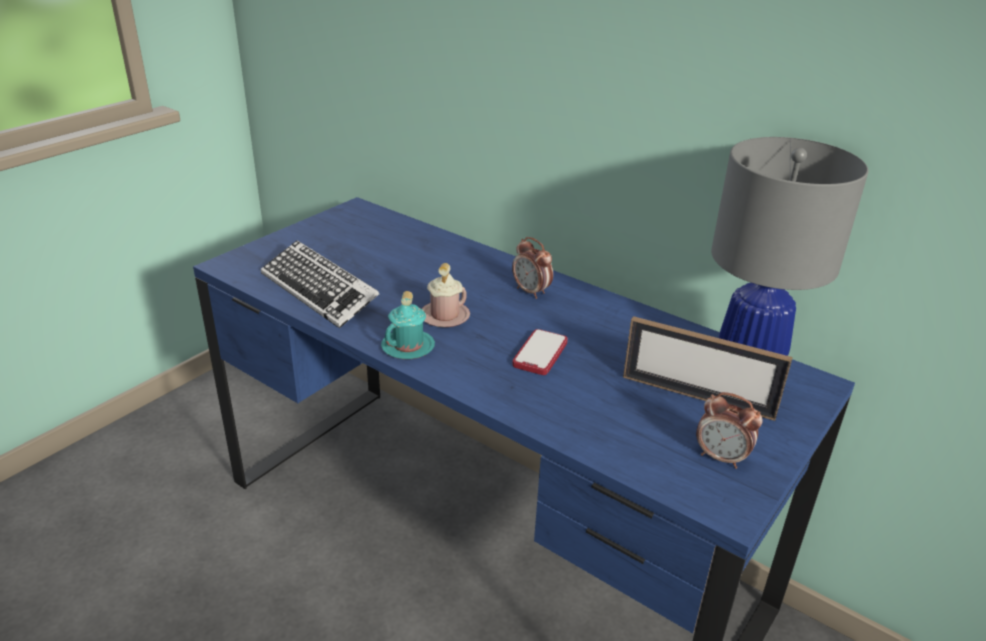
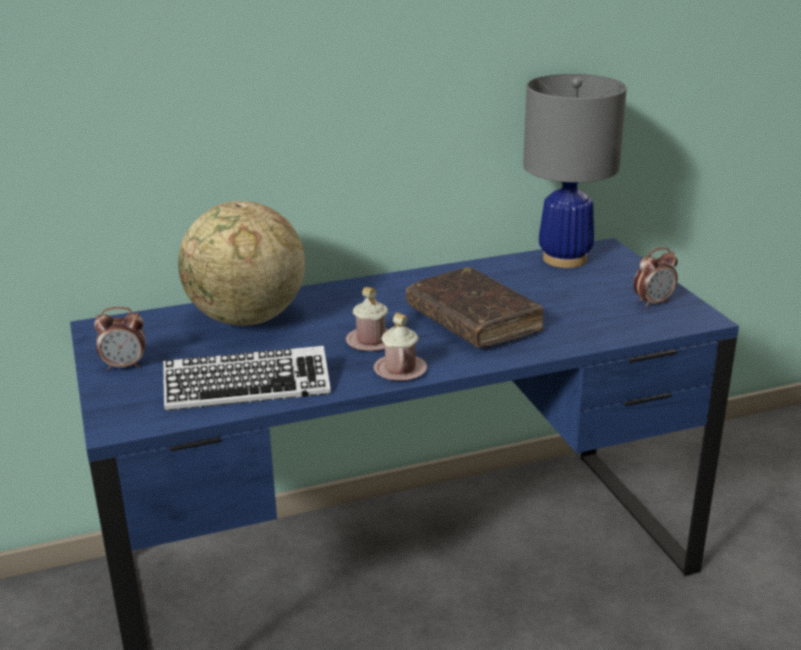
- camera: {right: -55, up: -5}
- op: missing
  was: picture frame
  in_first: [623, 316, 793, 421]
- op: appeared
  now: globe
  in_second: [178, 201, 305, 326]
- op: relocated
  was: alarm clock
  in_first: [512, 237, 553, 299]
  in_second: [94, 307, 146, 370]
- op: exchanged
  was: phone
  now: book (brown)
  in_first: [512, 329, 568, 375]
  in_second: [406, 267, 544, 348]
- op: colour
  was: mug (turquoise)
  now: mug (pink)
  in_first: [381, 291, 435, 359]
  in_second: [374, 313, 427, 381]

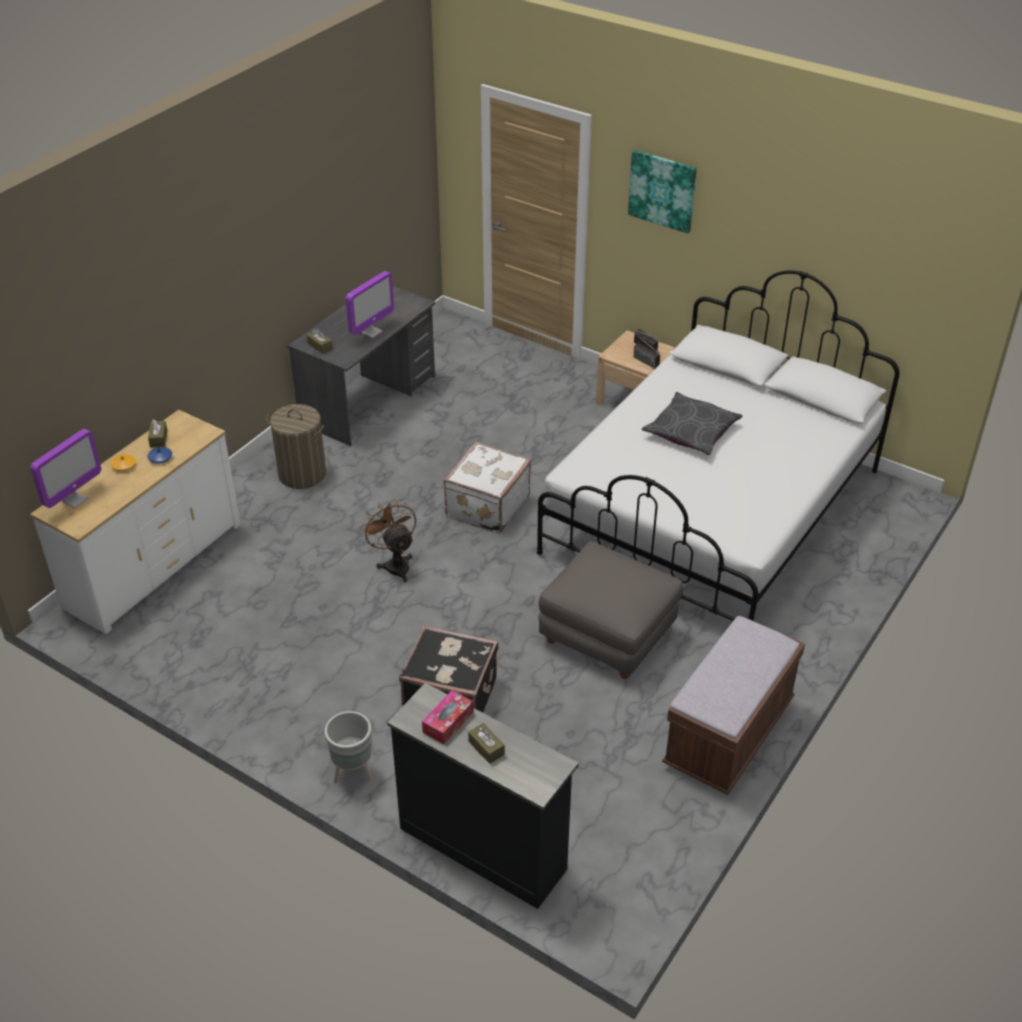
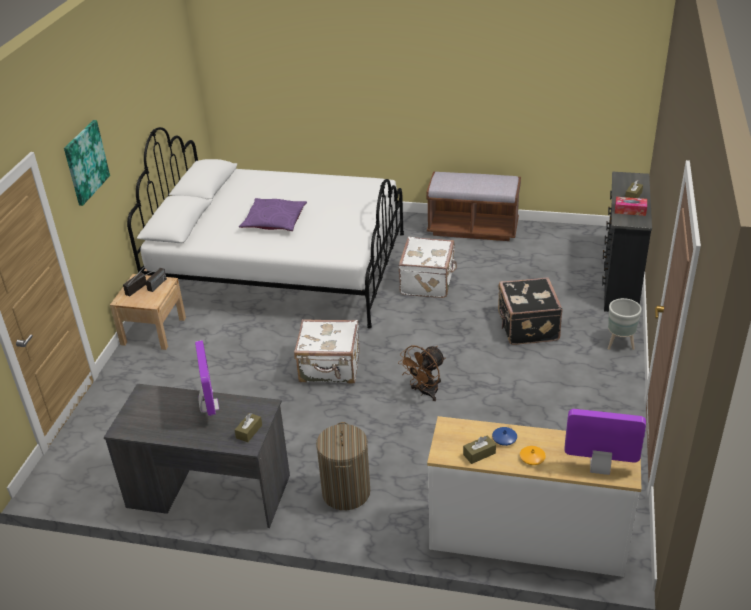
- camera: {right: -110, up: -5}
- op: exchanged
  was: ottoman (grey)
  now: suitcase (white)
  in_first: [539, 541, 683, 679]
  in_second: [398, 237, 457, 298]
- op: colour
  was: pillow (grey)
  now: pillow (purple)
  in_first: [642, 392, 742, 455]
  in_second: [239, 198, 307, 231]
- op: spun
  was: monitor
  in_first: [346, 271, 394, 338]
  in_second: [195, 340, 219, 416]
  clockwise: 60

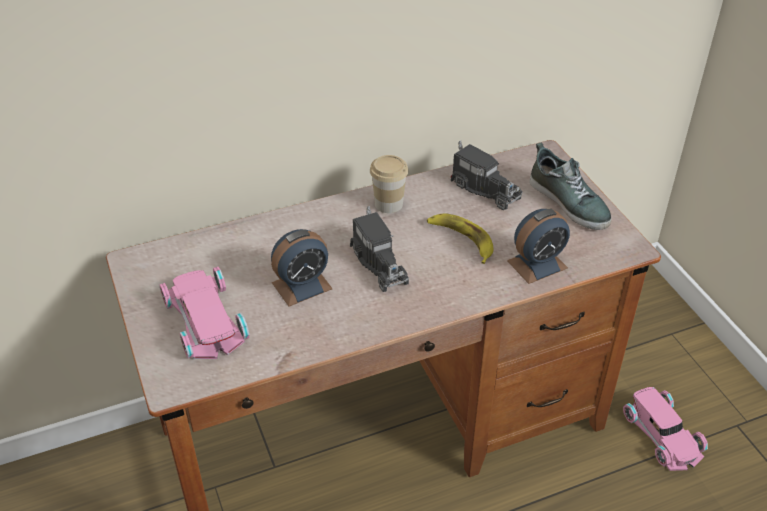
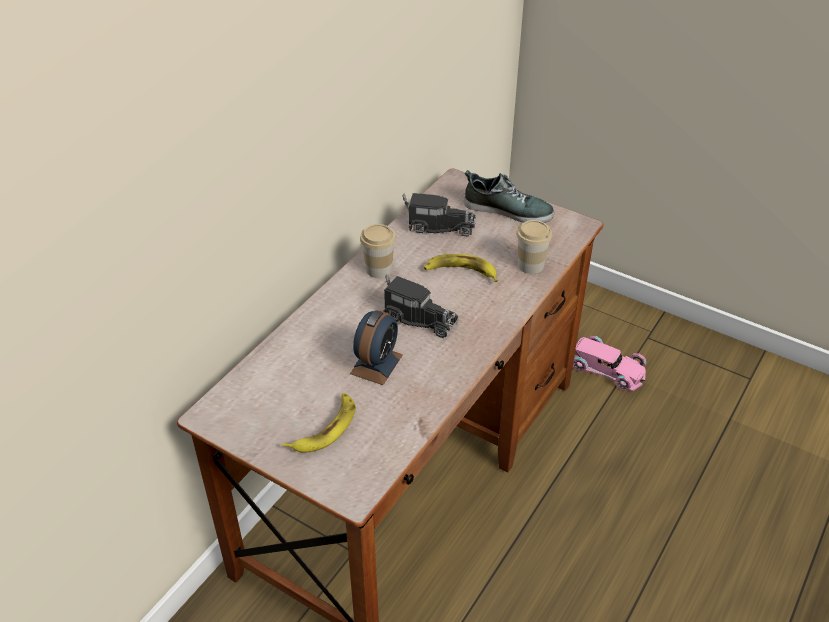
- camera: {right: -35, up: 0}
- op: exchanged
  was: toy car (pink)
  now: banana
  in_first: [160, 267, 250, 359]
  in_second: [282, 393, 356, 452]
- op: exchanged
  was: alarm clock
  now: cup
  in_first: [507, 209, 570, 284]
  in_second: [516, 220, 552, 274]

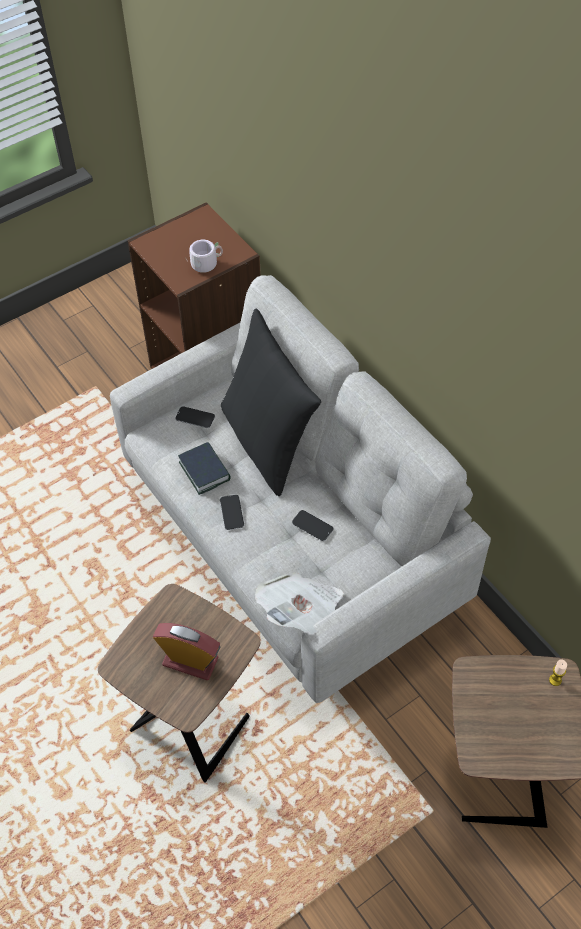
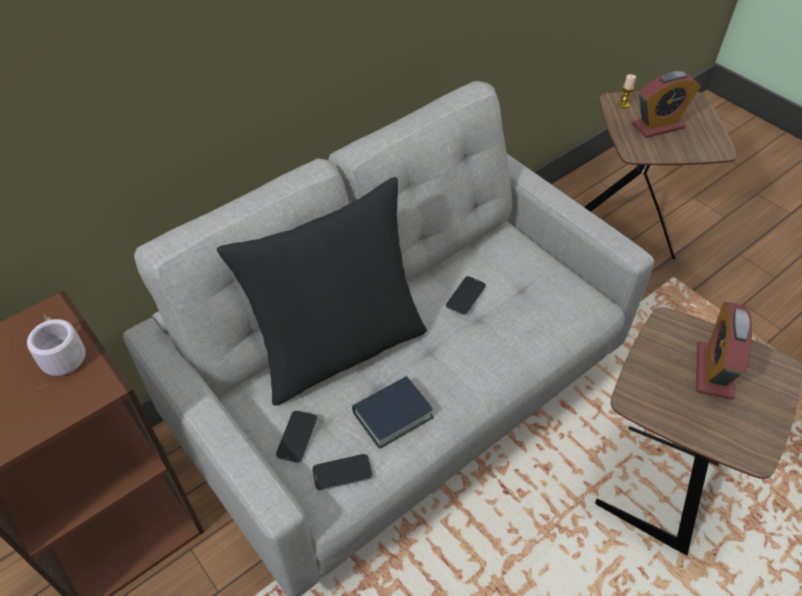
- camera: {right: -95, up: -5}
- op: missing
  was: newspaper
  in_first: [255, 572, 344, 634]
- op: appeared
  now: alarm clock
  in_second: [632, 71, 701, 138]
- op: relocated
  was: phone
  in_first: [220, 495, 244, 530]
  in_second: [312, 454, 373, 491]

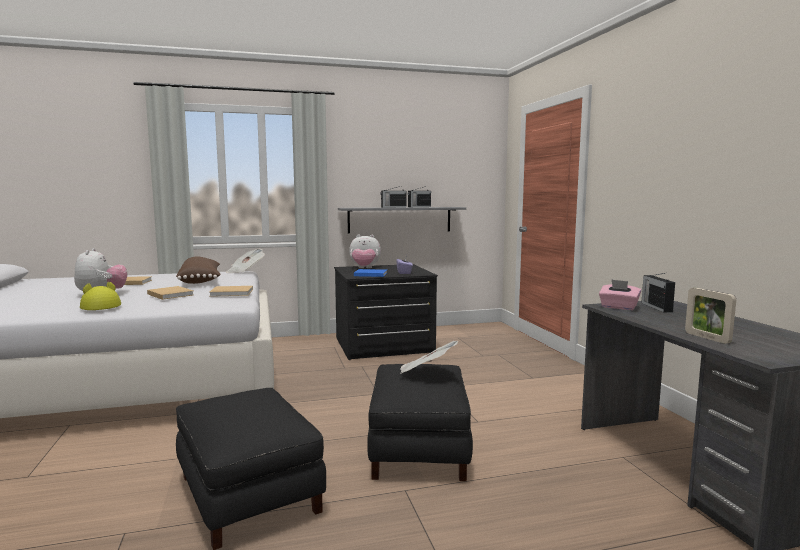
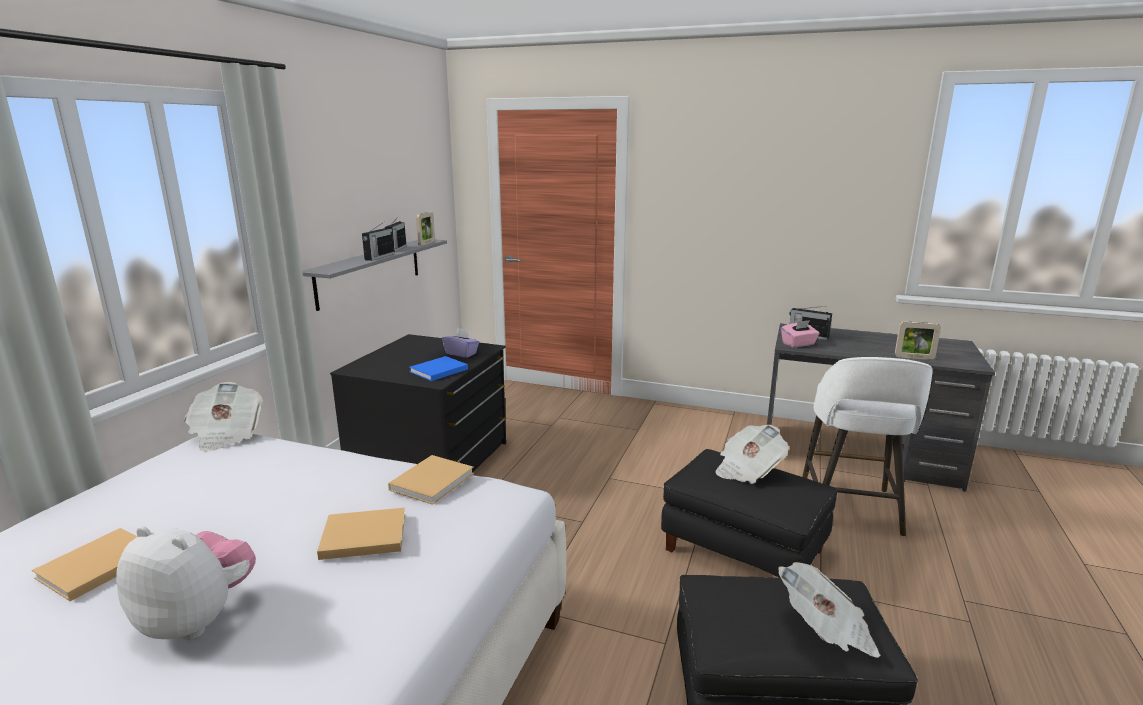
- camera: {right: -55, up: 10}
- op: missing
  was: hat (yellow)
  in_first: [80, 282, 121, 310]
- op: missing
  was: pillow (brown)
  in_first: [176, 256, 221, 284]
- op: missing
  was: plush toy
  in_first: [349, 234, 381, 268]
- op: appeared
  now: picture frame
  in_second: [416, 212, 435, 246]
- op: appeared
  now: newspaper
  in_second: [778, 562, 881, 658]
- op: appeared
  now: stool (white)
  in_second: [802, 357, 932, 537]

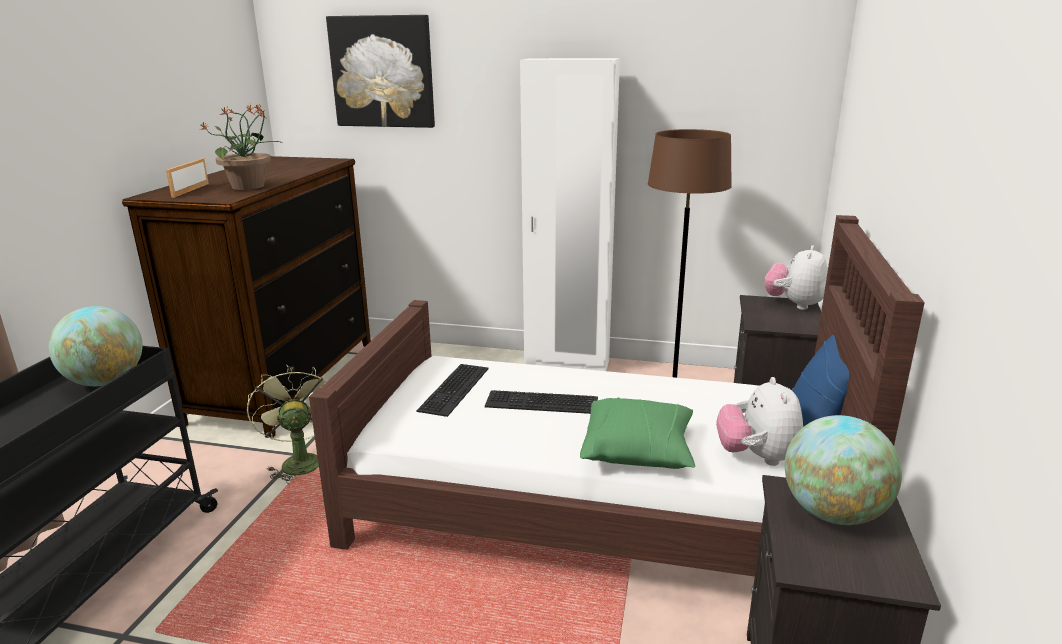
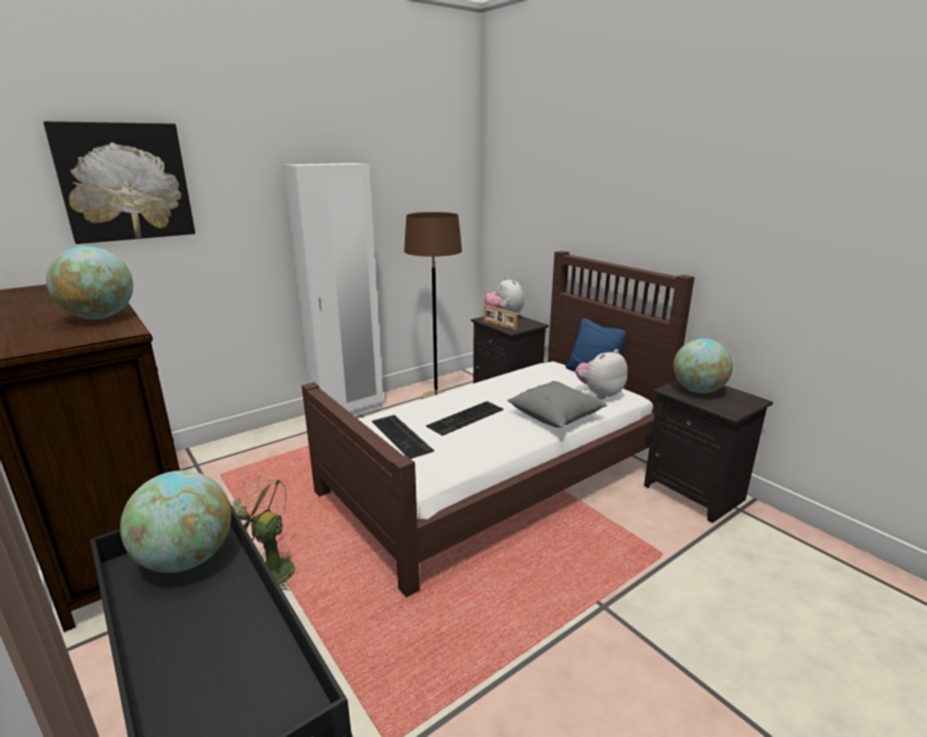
- camera: {right: -50, up: 0}
- op: relocated
  was: picture frame
  in_first: [166, 158, 209, 198]
  in_second: [484, 305, 517, 330]
- op: exchanged
  was: potted plant
  now: globe
  in_first: [200, 103, 282, 190]
  in_second: [46, 246, 133, 319]
- op: colour
  was: pillow (green)
  now: pillow (grey)
  in_first: [580, 397, 695, 469]
  in_second: [507, 381, 608, 428]
- op: spun
  was: plush toy
  in_first: [716, 377, 803, 466]
  in_second: [575, 349, 628, 399]
  clockwise: 105

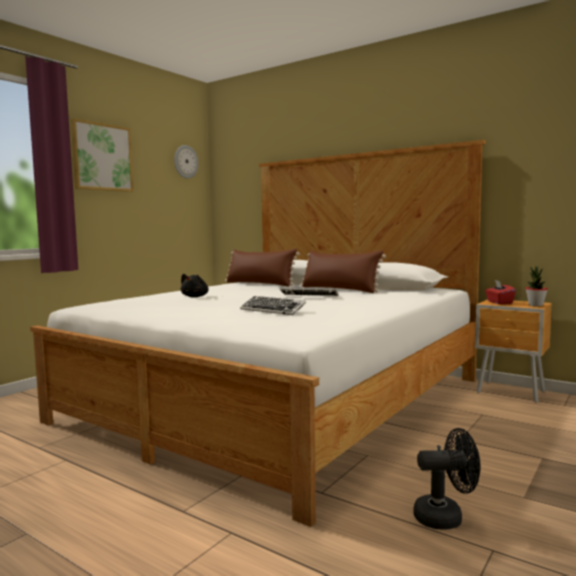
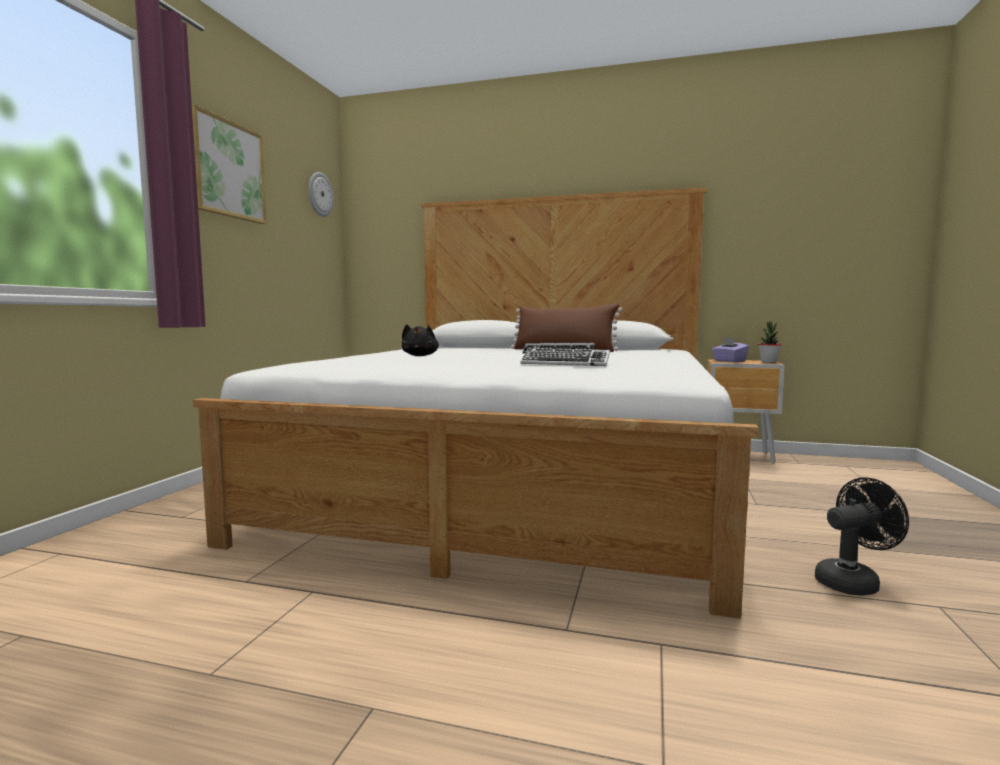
- camera: {right: -20, up: 0}
- op: missing
  was: pillow (brown)
  in_first: [225, 249, 300, 287]
- op: colour
  was: tissue box (red)
  now: tissue box (purple)
  in_first: [485, 280, 516, 304]
  in_second: [712, 337, 749, 362]

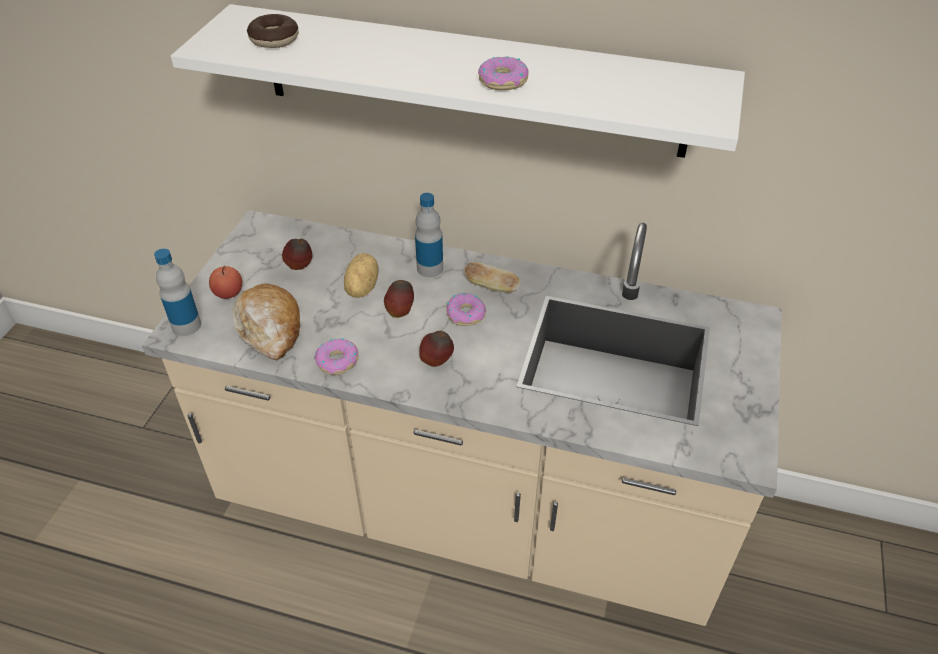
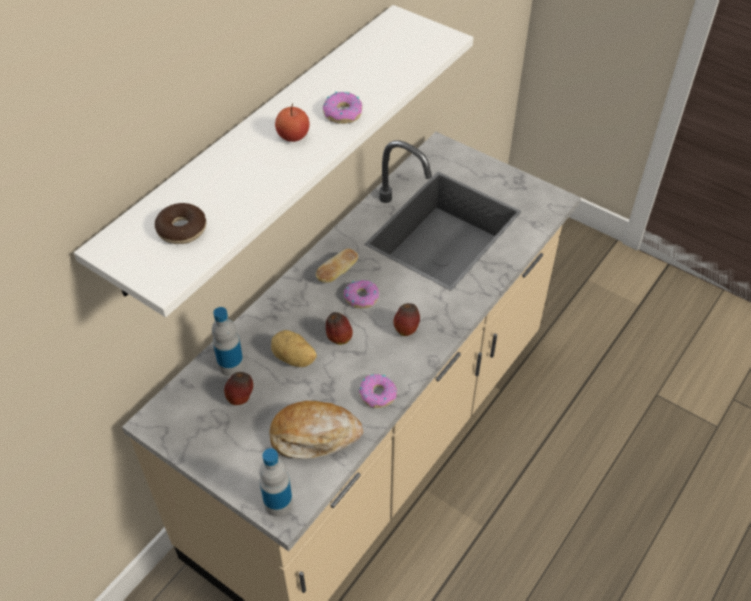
- camera: {right: -70, up: 5}
- op: relocated
  was: apple
  in_first: [209, 266, 242, 299]
  in_second: [275, 103, 309, 142]
- op: relocated
  was: bottle
  in_first: [415, 193, 443, 277]
  in_second: [212, 307, 244, 376]

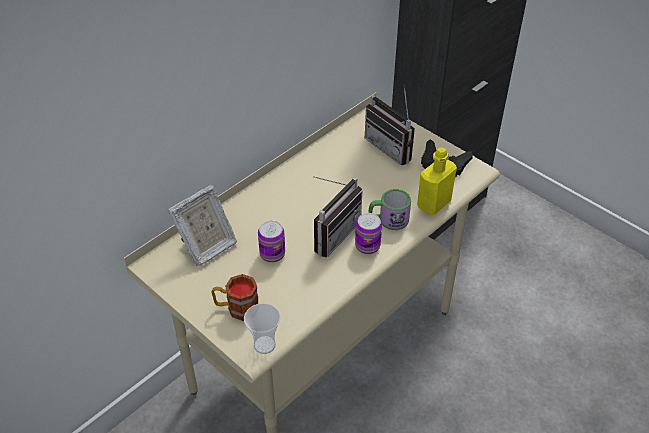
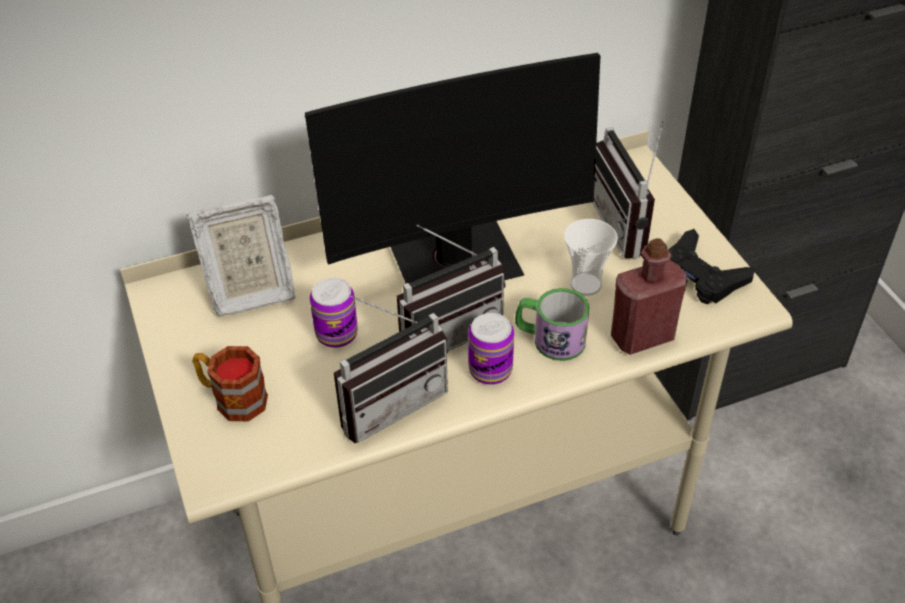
- camera: {right: 25, up: 0}
- op: appeared
  now: monitor
  in_second: [305, 53, 601, 283]
- op: appeared
  now: radio
  in_second: [334, 295, 448, 443]
- op: relocated
  was: cup
  in_first: [244, 303, 281, 354]
  in_second: [564, 219, 618, 296]
- op: colour
  was: bottle (yellow)
  now: bottle (red)
  in_first: [417, 147, 457, 215]
  in_second: [611, 238, 688, 355]

